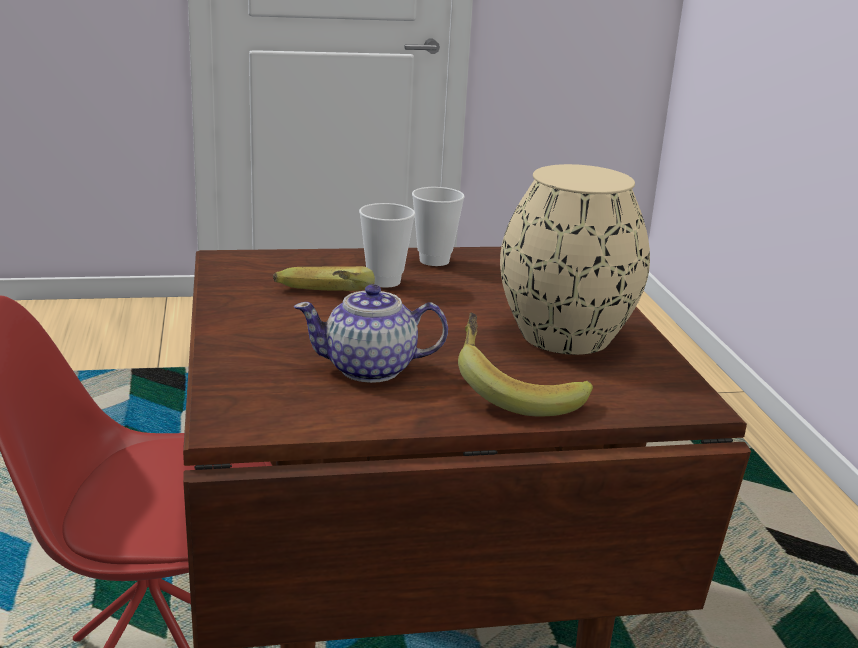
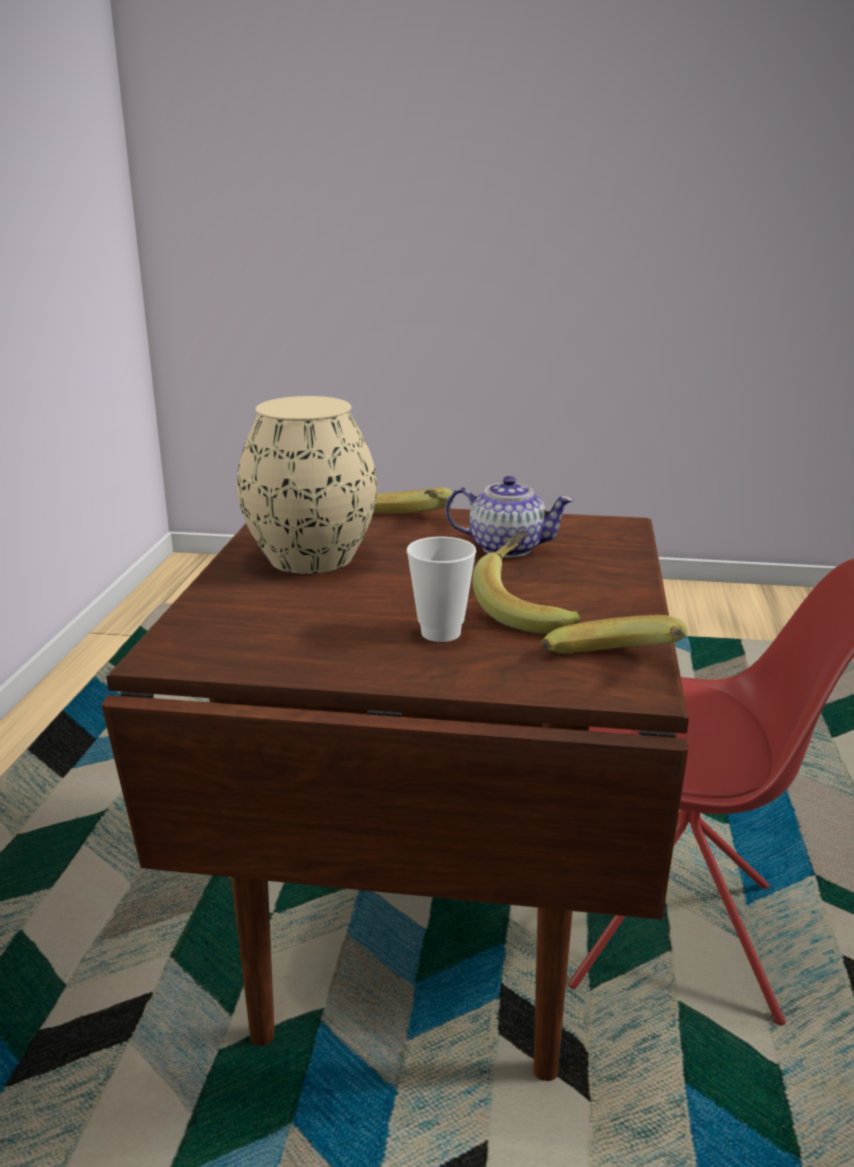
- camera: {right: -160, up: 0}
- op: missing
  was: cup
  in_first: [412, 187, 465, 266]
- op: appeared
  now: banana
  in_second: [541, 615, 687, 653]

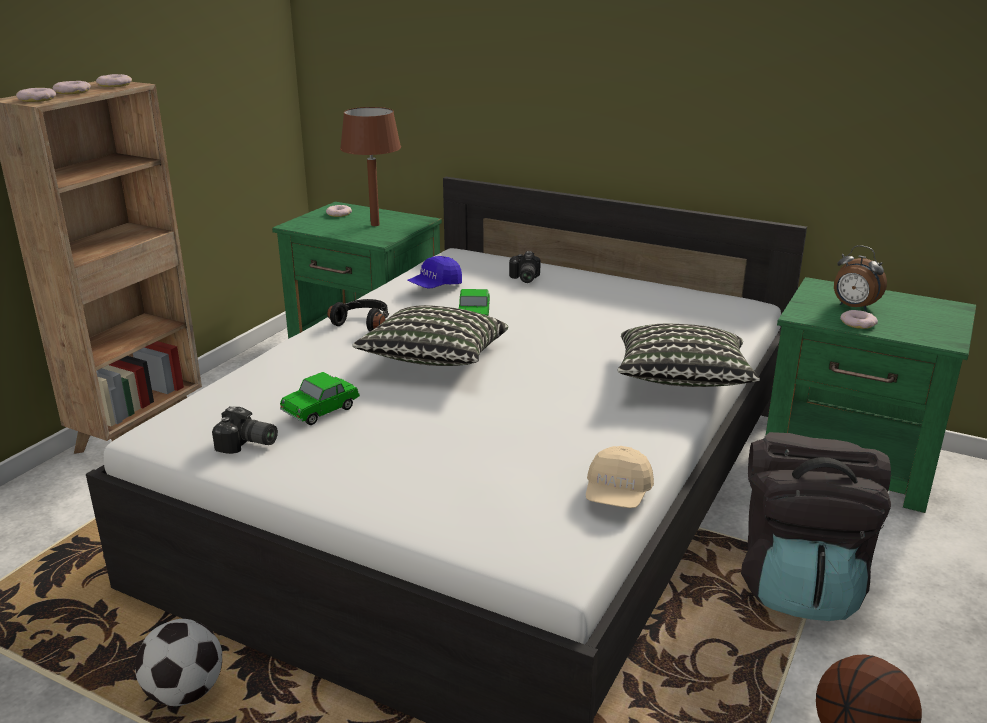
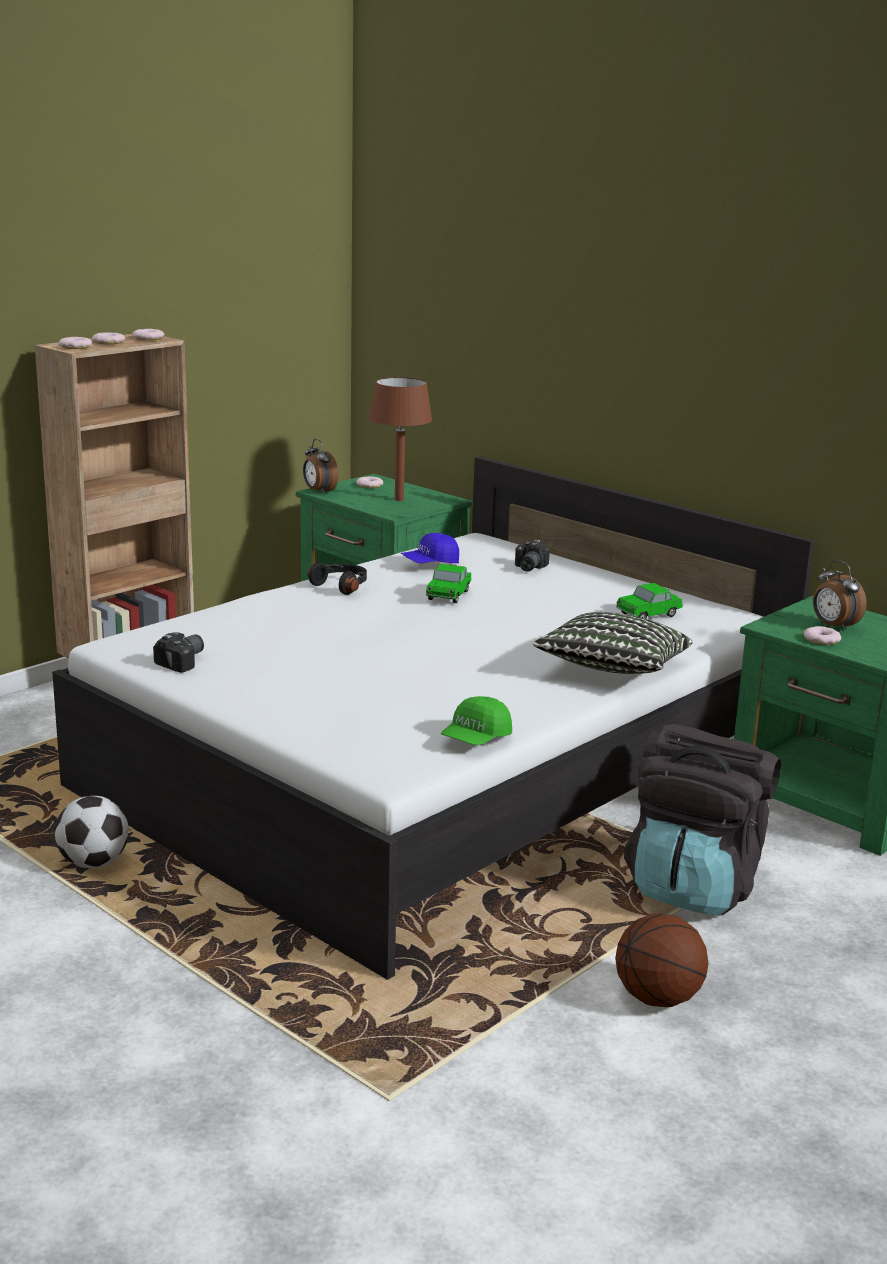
- camera: {right: 15, up: -5}
- op: missing
  was: pillow
  in_first: [352, 305, 508, 366]
- op: appeared
  now: alarm clock
  in_second: [303, 439, 338, 494]
- op: relocated
  was: toy car
  in_first: [280, 372, 360, 425]
  in_second: [616, 583, 683, 619]
- op: colour
  was: cap (beige)
  now: cap (green)
  in_first: [586, 446, 654, 508]
  in_second: [441, 696, 512, 745]
- op: spun
  was: photo camera
  in_first: [212, 406, 278, 454]
  in_second: [153, 632, 204, 673]
  clockwise: -90

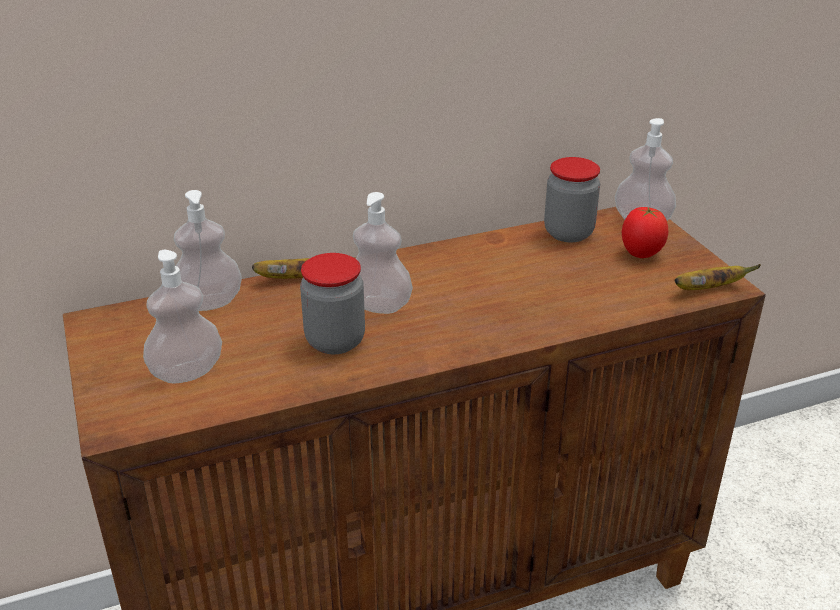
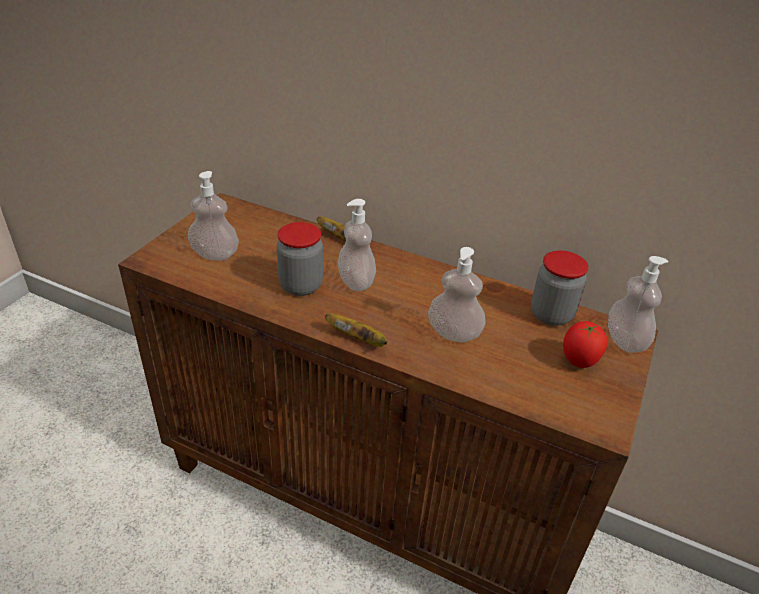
- camera: {right: 45, up: 5}
- op: relocated
  was: soap dispenser
  in_first: [174, 190, 242, 311]
  in_second: [428, 247, 485, 342]
- op: relocated
  was: banana
  in_first: [674, 264, 761, 290]
  in_second: [325, 313, 387, 347]

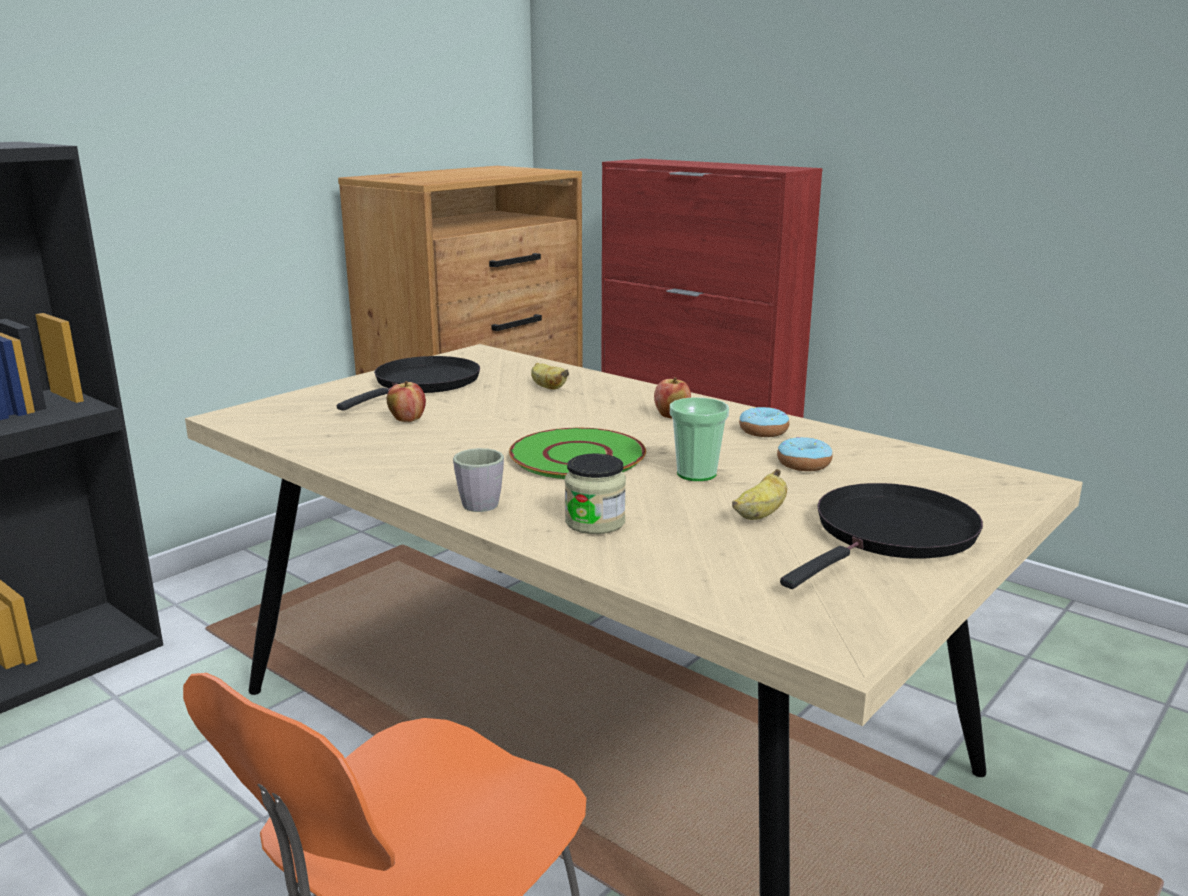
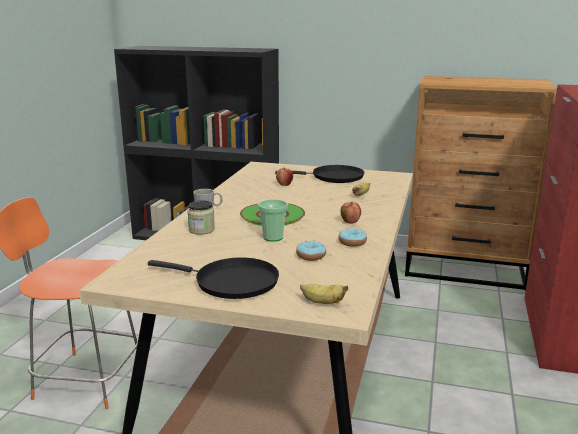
- camera: {right: 65, up: 0}
- op: relocated
  was: banana
  in_first: [732, 469, 787, 520]
  in_second: [300, 284, 348, 304]

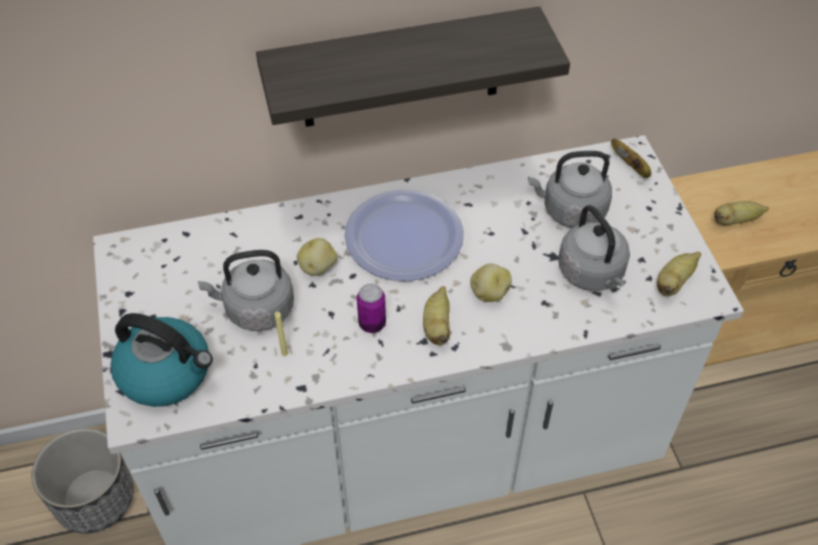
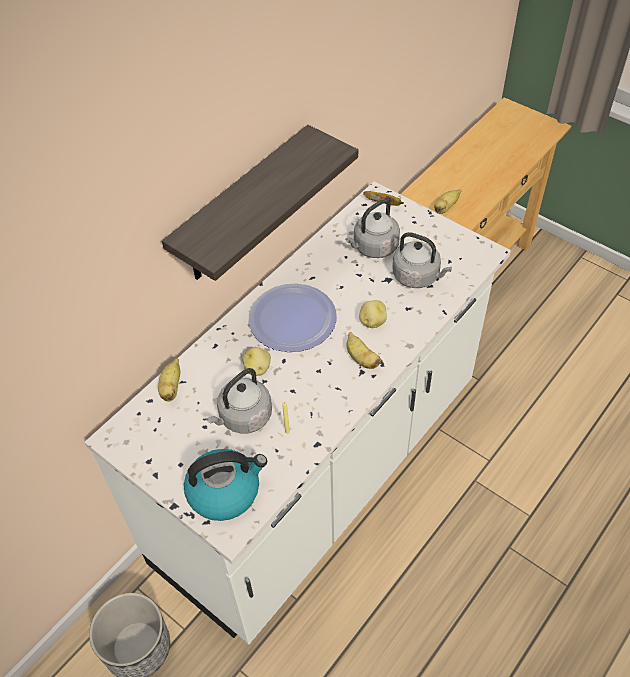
- camera: {right: -35, up: 0}
- op: missing
  was: can
  in_first: [357, 284, 386, 333]
- op: relocated
  was: banana
  in_first: [657, 252, 701, 296]
  in_second: [158, 358, 180, 402]

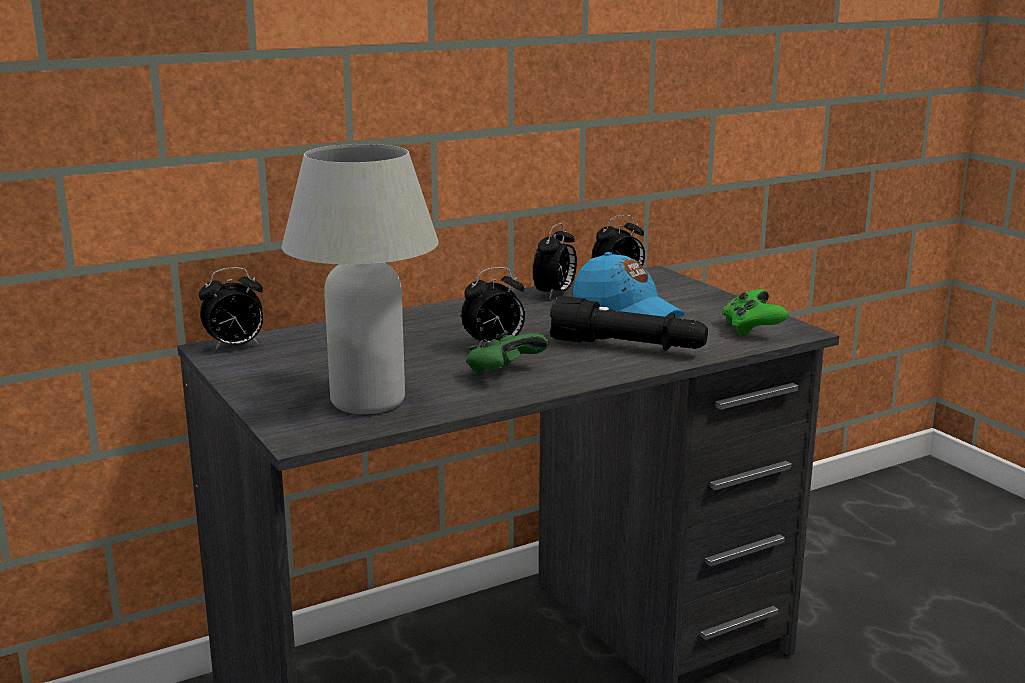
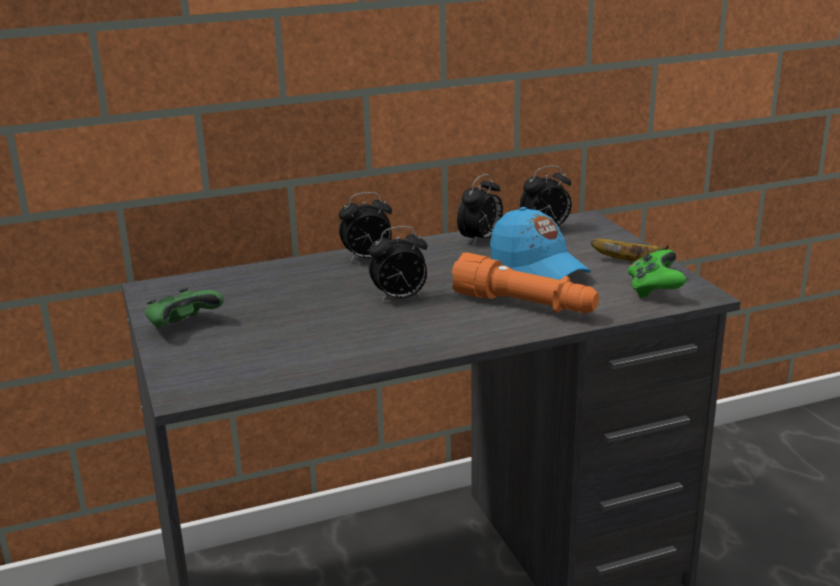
- camera: {right: 10, up: 5}
- op: missing
  was: table lamp (white)
  in_first: [282, 144, 439, 414]
- op: appeared
  now: banana
  in_second: [591, 239, 669, 261]
- op: relocated
  was: alarm clock
  in_first: [199, 267, 263, 351]
  in_second: [339, 192, 392, 262]
- op: relocated
  was: game controller (green)
  in_first: [466, 332, 549, 376]
  in_second: [145, 288, 224, 328]
- op: colour
  was: flashlight (black)
  now: flashlight (orange)
  in_first: [549, 296, 708, 350]
  in_second: [452, 252, 599, 313]

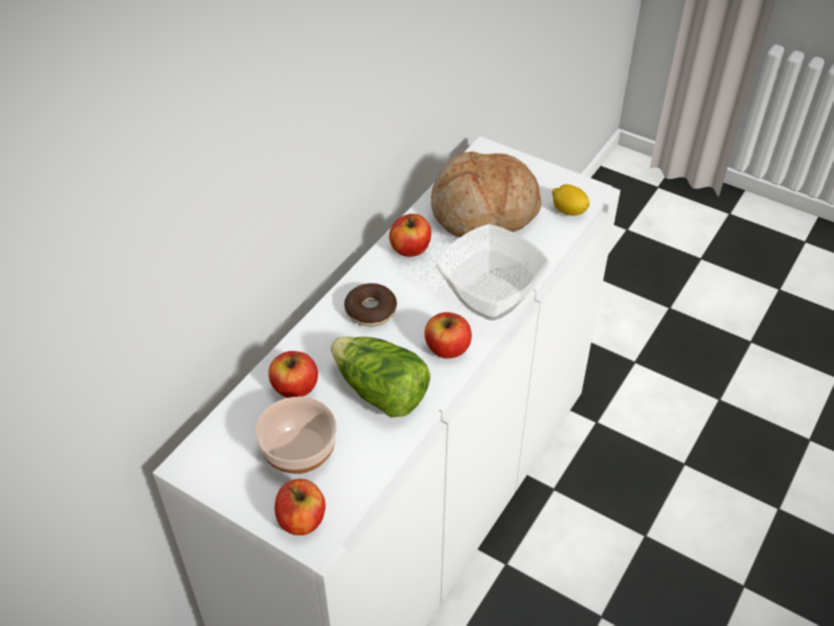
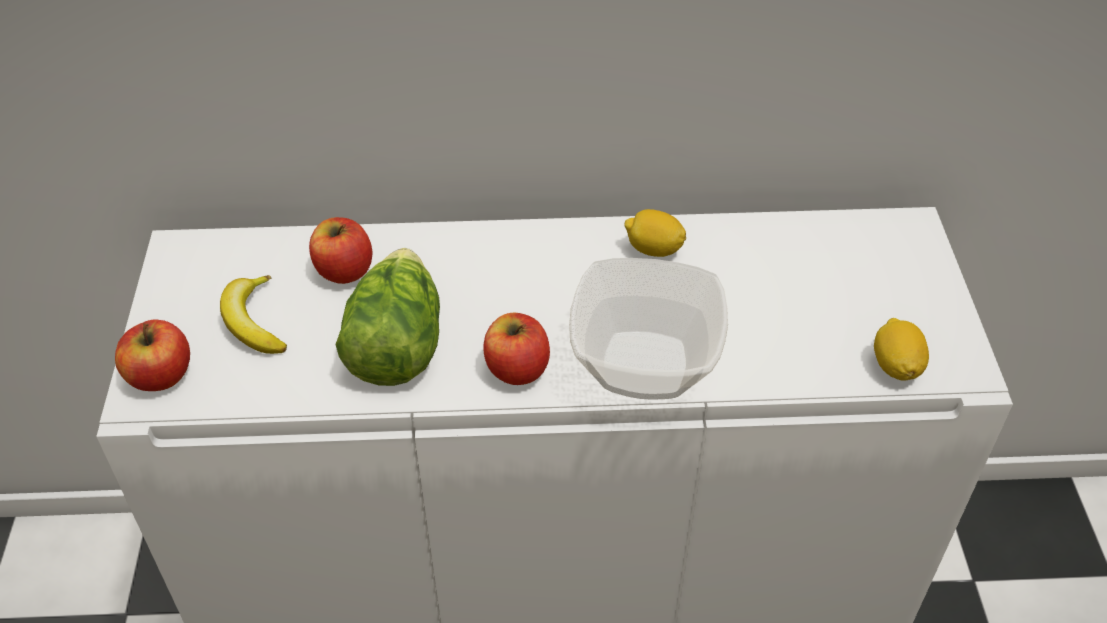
- camera: {right: 55, up: 0}
- op: missing
  was: donut
  in_first: [344, 283, 397, 327]
- op: missing
  was: bread
  in_first: [431, 152, 541, 237]
- op: exchanged
  was: bowl
  now: banana
  in_first: [255, 397, 337, 474]
  in_second: [220, 275, 287, 354]
- op: exchanged
  was: apple
  now: lemon
  in_first: [389, 214, 431, 257]
  in_second: [624, 209, 686, 257]

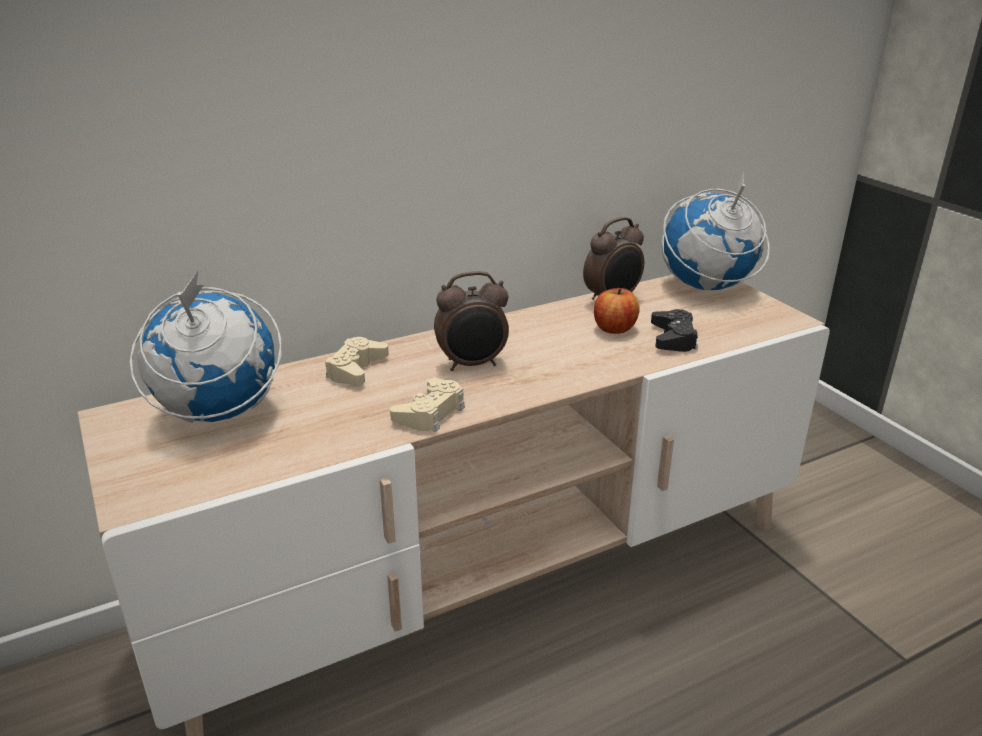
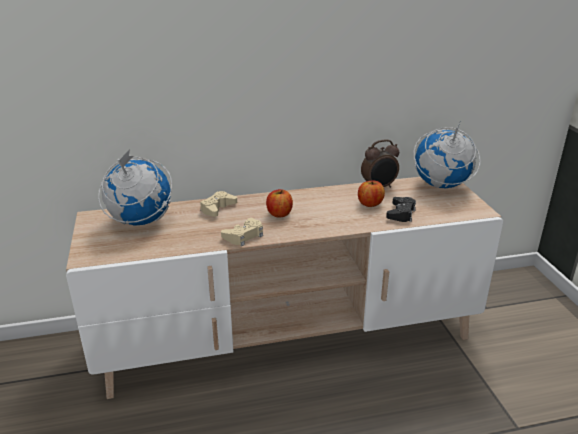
- camera: {right: 15, up: 0}
- op: exchanged
  was: alarm clock
  now: apple
  in_first: [434, 271, 509, 371]
  in_second: [266, 189, 293, 217]

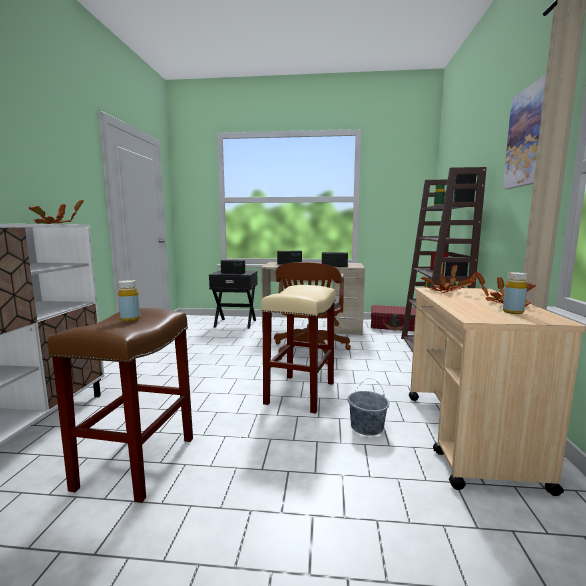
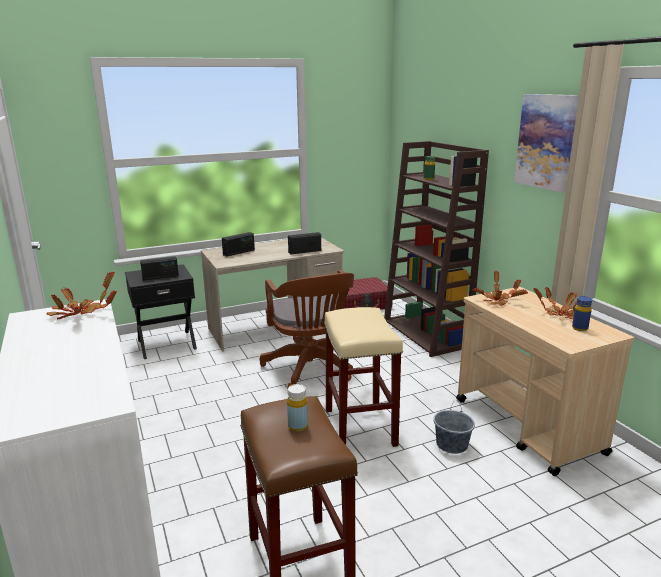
- camera: {right: -30, up: 10}
- op: colour
  was: bottle (yellow)
  now: bottle (blue)
  in_first: [503, 272, 527, 314]
  in_second: [572, 296, 592, 331]

